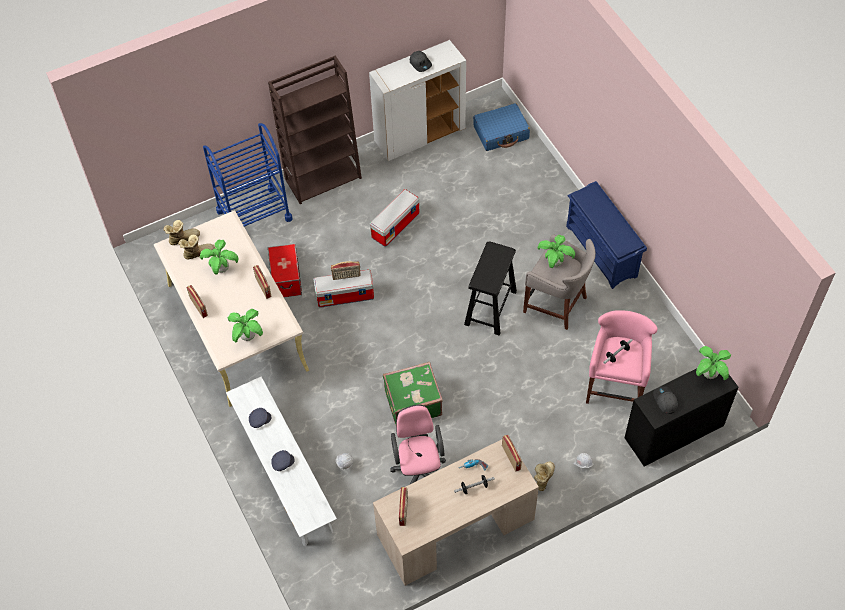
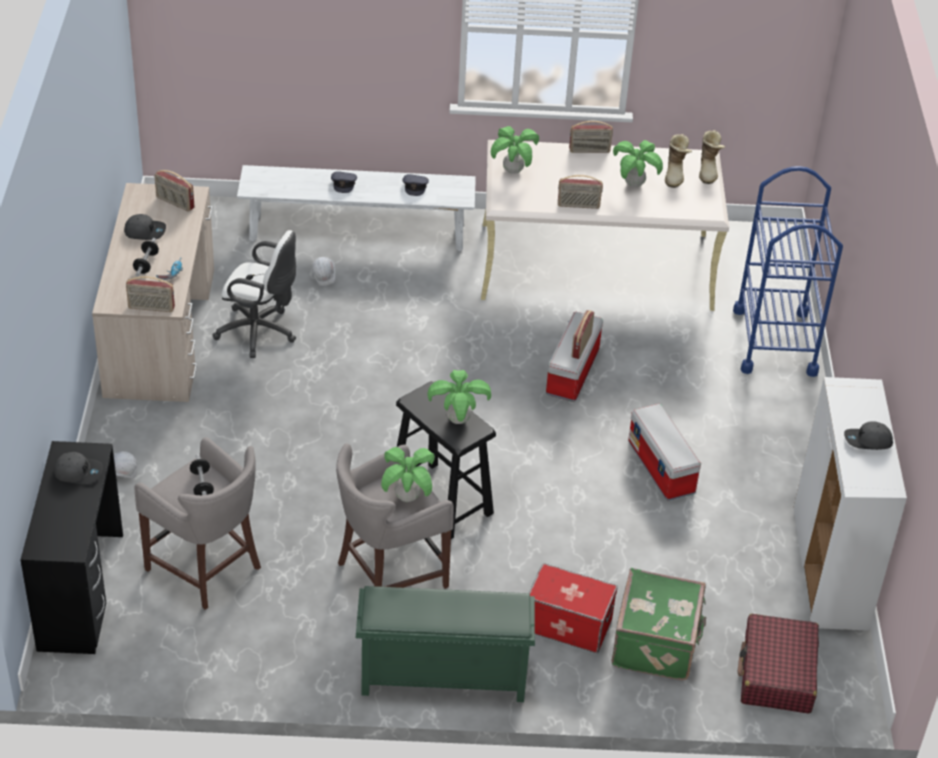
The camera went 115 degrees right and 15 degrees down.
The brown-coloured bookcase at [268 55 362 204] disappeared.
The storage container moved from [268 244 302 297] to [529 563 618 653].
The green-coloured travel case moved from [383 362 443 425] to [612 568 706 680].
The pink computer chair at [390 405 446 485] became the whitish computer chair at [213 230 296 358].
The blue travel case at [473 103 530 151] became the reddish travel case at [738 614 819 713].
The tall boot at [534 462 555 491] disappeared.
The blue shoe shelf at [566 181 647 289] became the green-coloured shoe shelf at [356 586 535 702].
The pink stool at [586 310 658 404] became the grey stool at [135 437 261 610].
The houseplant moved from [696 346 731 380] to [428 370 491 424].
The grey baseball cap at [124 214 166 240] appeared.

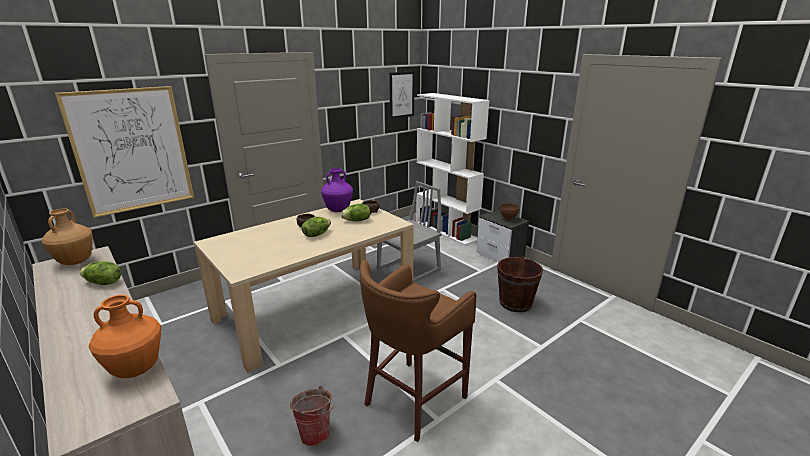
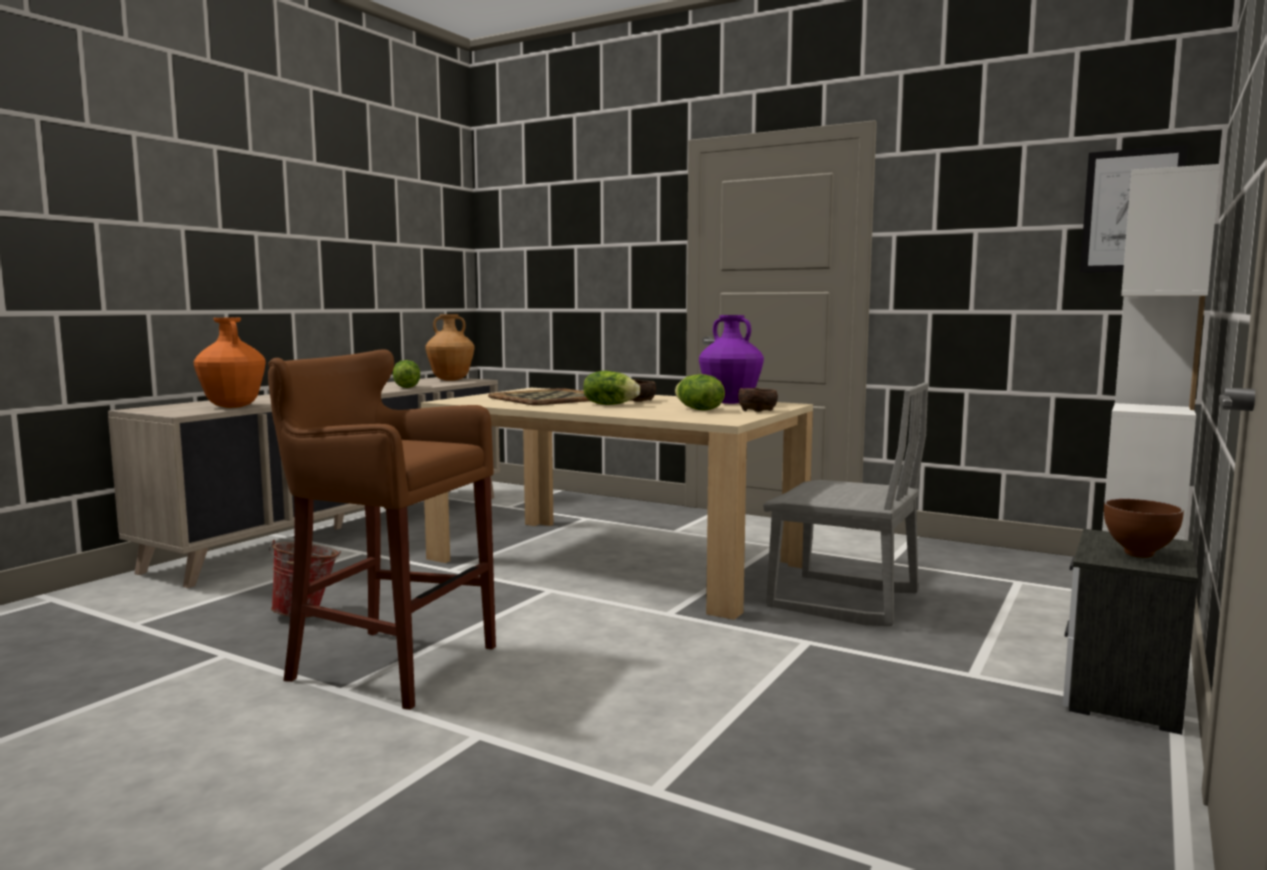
The camera went 70 degrees right and 15 degrees down.
The wall art at [55 86 194 218] disappeared.
The brown-coloured water bucket at [497 256 543 312] disappeared.
The serving tray at [488 388 589 405] appeared.

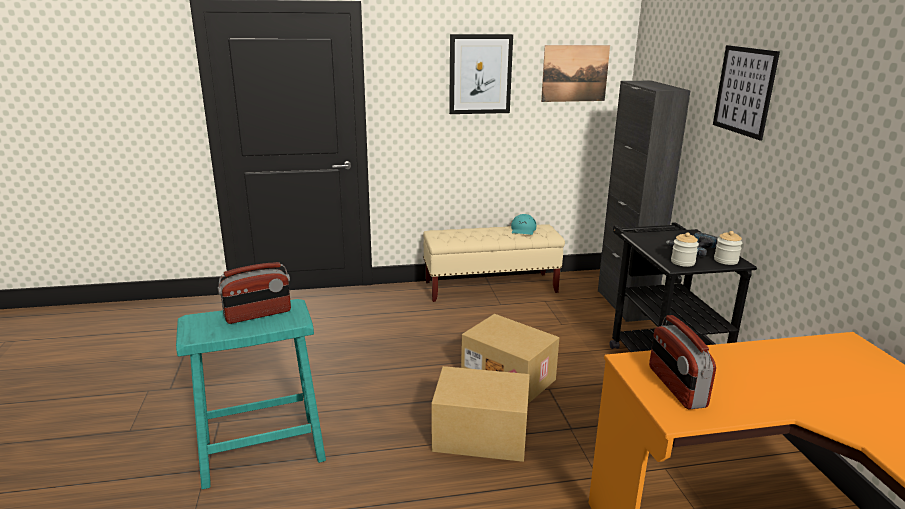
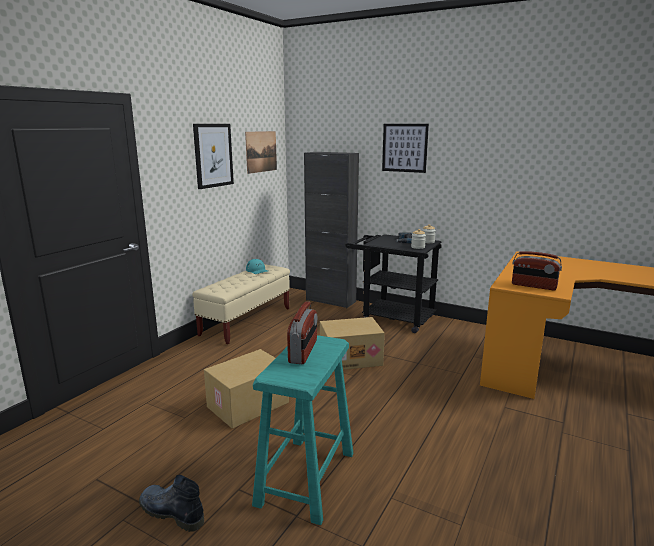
The camera went 50 degrees left and 5 degrees down.
The carton moved from [431 366 530 462] to [204 349 289 429].
The tall boot at [139 475 204 532] appeared.

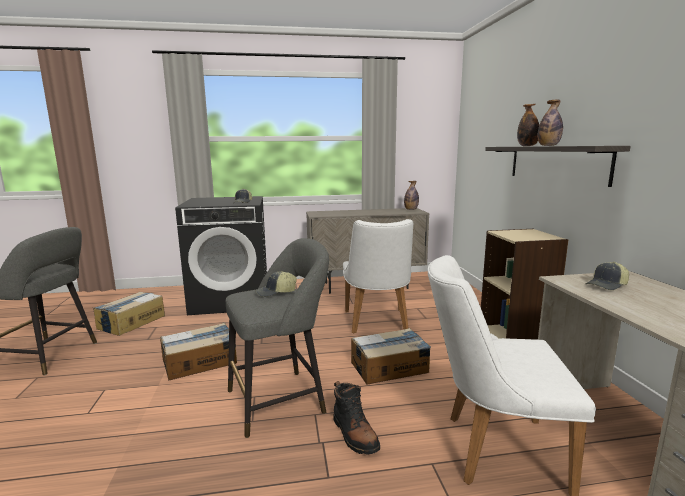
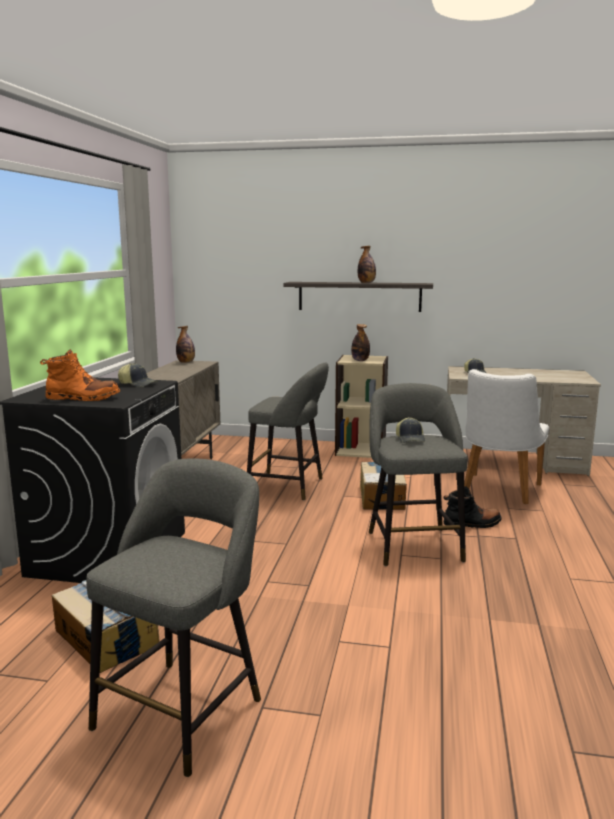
The camera went 70 degrees left and 0 degrees up.
The carton at [160 323 237 381] disappeared.
The whitish upright chair at [343 219 413 334] was replaced by the grey stool at [247 362 329 500].
The bottle moved from [517 104 539 146] to [351 324 370 361].
The orange tall boot at [40 349 120 401] appeared.

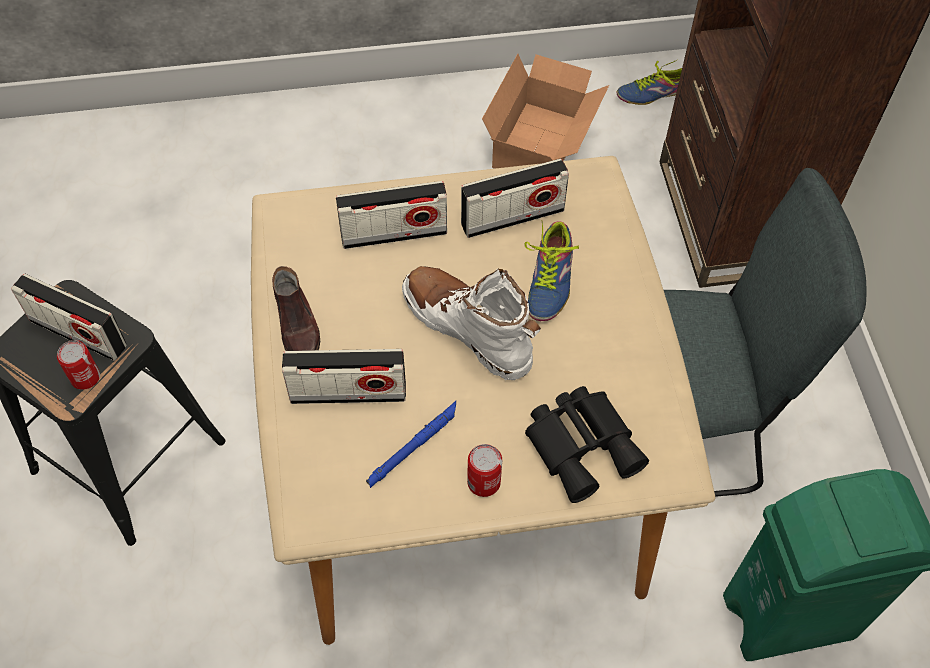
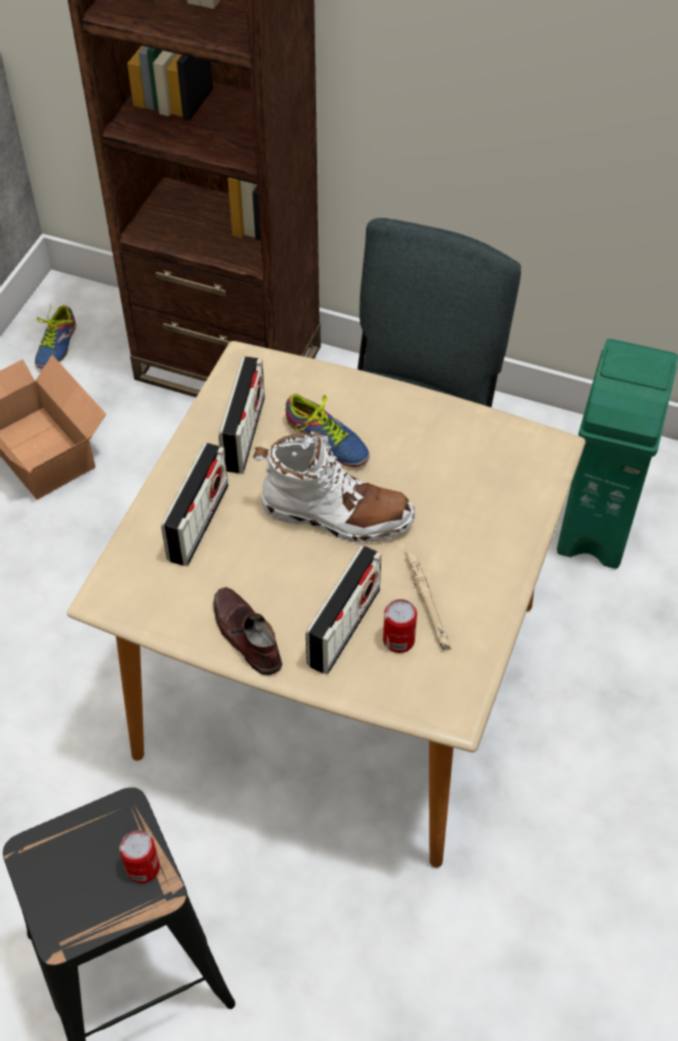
The camera went 60 degrees left and 5 degrees down.
The radio receiver at [11 274 126 361] disappeared.
The brown-coloured shoe at [272 266 320 351] turned 135 degrees counterclockwise.
The blue flashlight at [366 401 456 488] became the beige flashlight at [405 552 451 650].
The whitish tall boot at [402 266 541 380] turned 150 degrees counterclockwise.
The sealed can moved from [467 444 502 497] to [383 599 417 653].
The blackish field glasses at [525 386 649 503] disappeared.

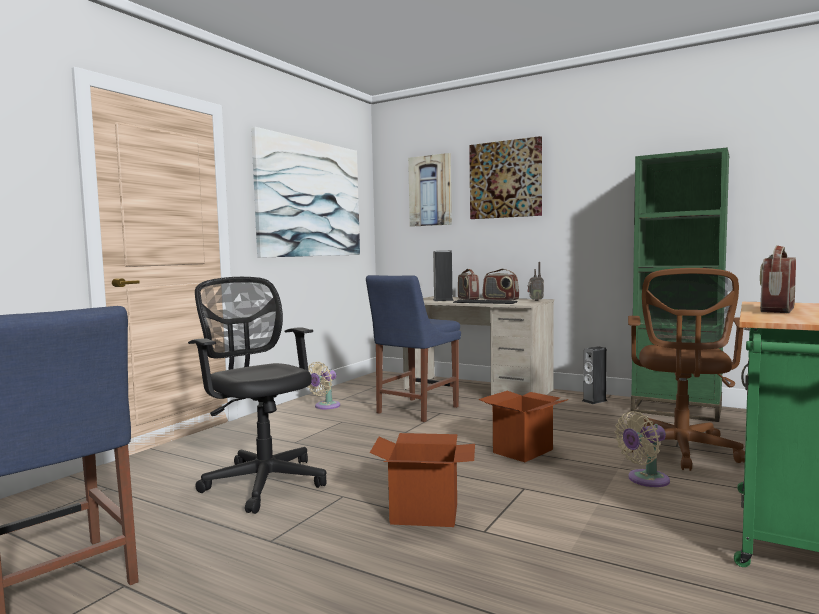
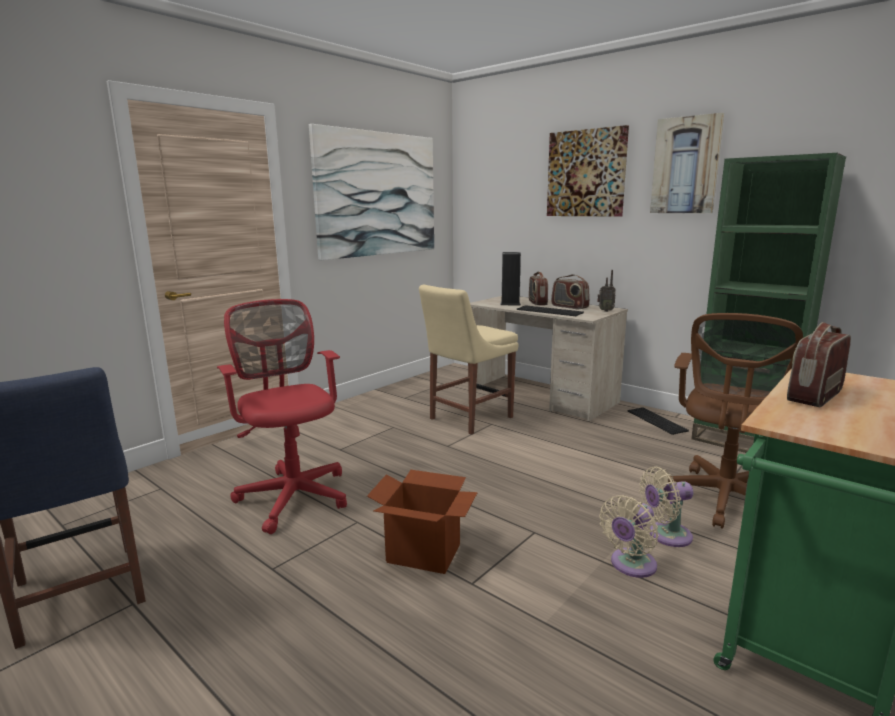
The camera went 10 degrees right and 10 degrees up.
The blackish computer chair at [188 277 327 514] became the reddish computer chair at [217 299 347 534].
The beige electric fan moved from [307 362 340 409] to [599 495 658 578].
The blue upright chair at [366 275 461 422] became the beige upright chair at [419 285 519 435].
The wall art moved from [408 153 452 227] to [650 113 724 213].
The carton at [478 391 569 462] disappeared.
The audio speaker at [582 346 607 404] was replaced by the computer keyboard at [628 407 689 435].

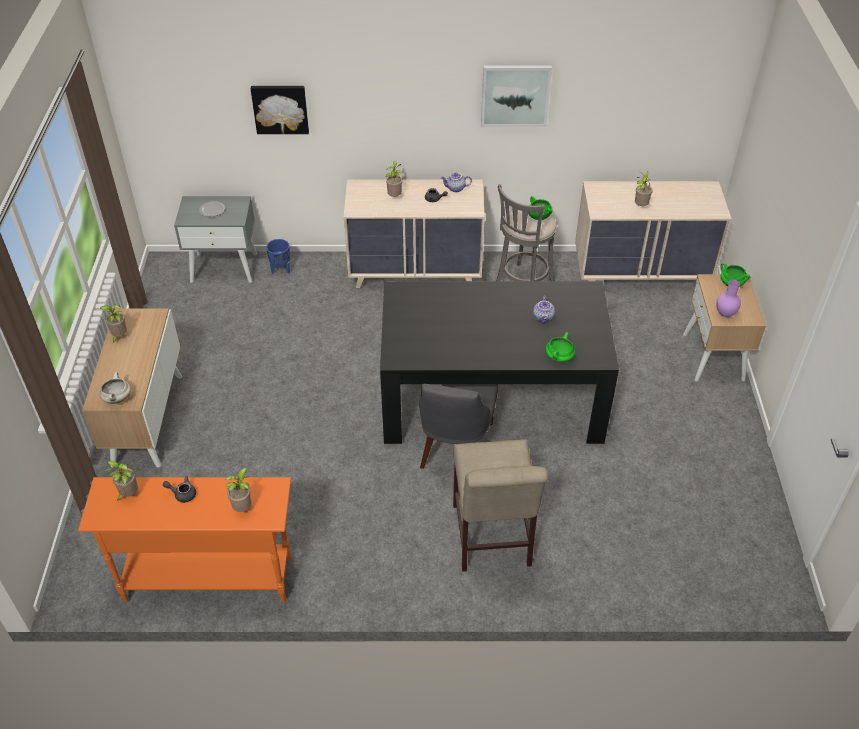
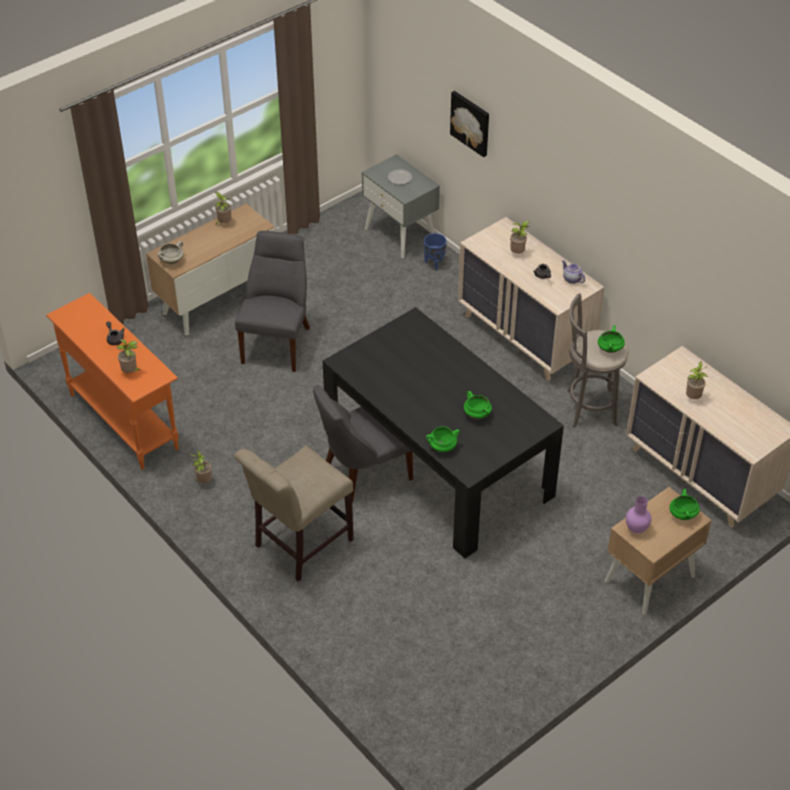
The camera went 50 degrees right and 0 degrees up.
The houseplant moved from [105 461 138 501] to [190 450 212 484].
The wall art at [481 65 552 127] disappeared.
The pot for tea at [533 296 555 324] was replaced by the green-coloured stockpot at [464 391 492 419].
The grey upright chair at [235 231 310 372] appeared.

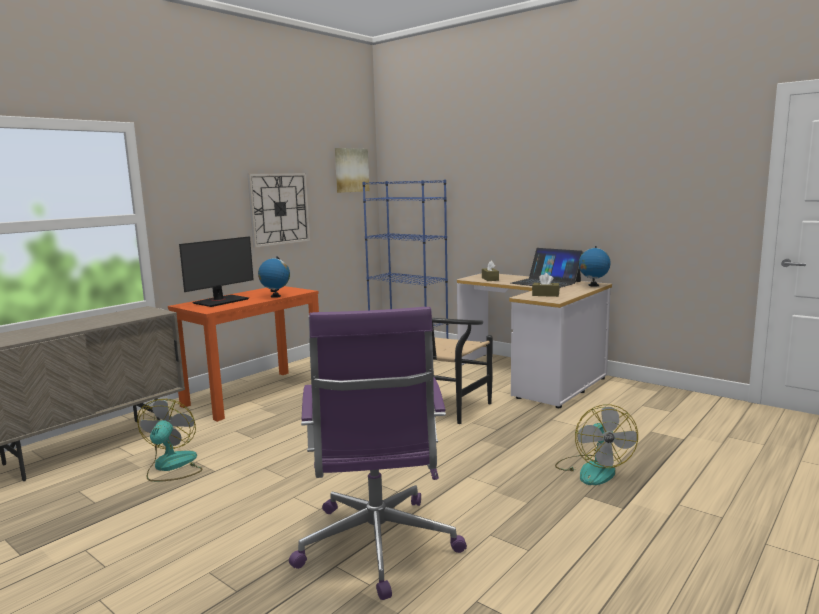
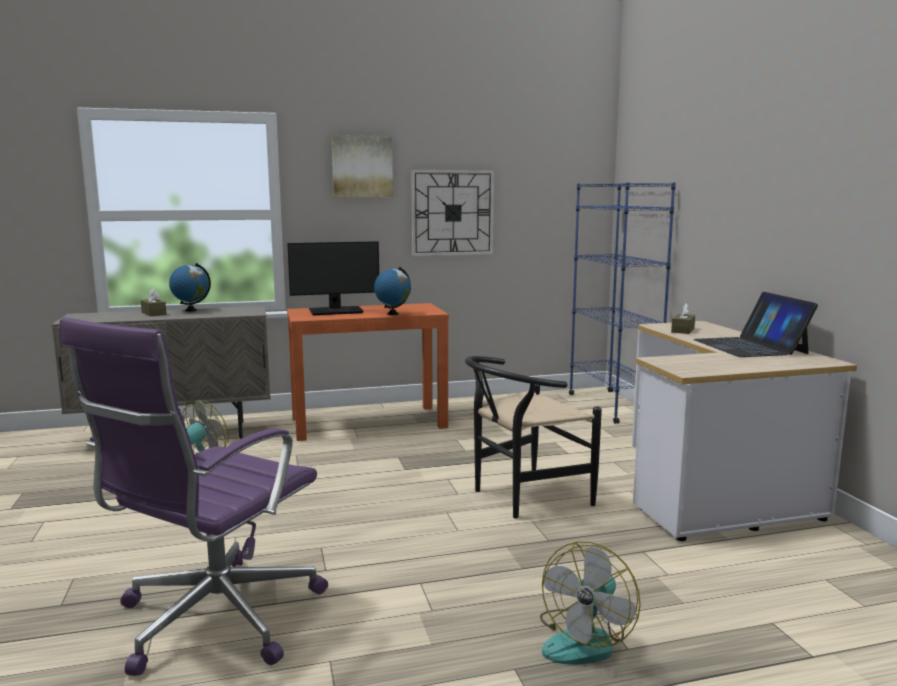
The camera went 35 degrees right and 0 degrees up.
The wall art moved from [335 148 369 193] to [332 135 393 197].
The brown-coloured box of tissues moved from [532 273 560 297] to [141 288 167 316].
The globe moved from [579 246 611 287] to [169 263 211 312].

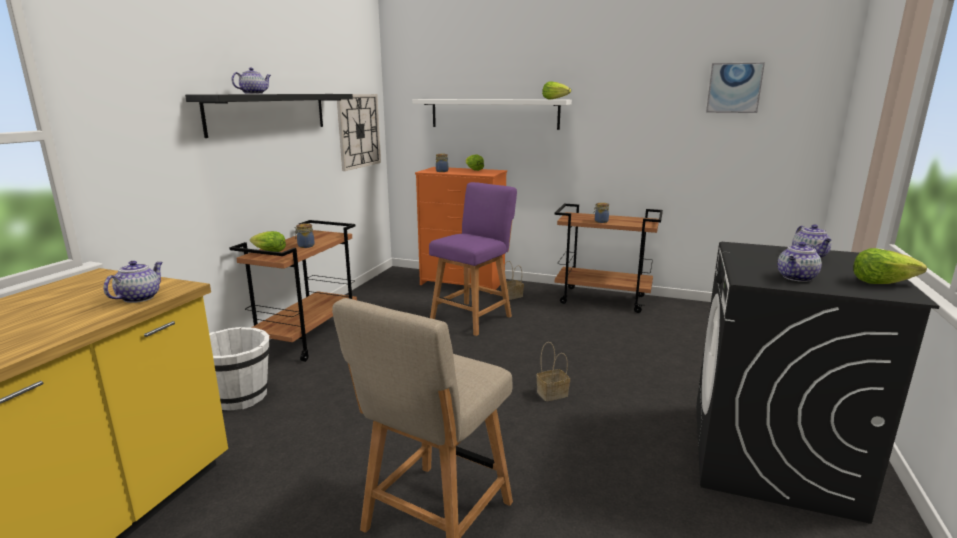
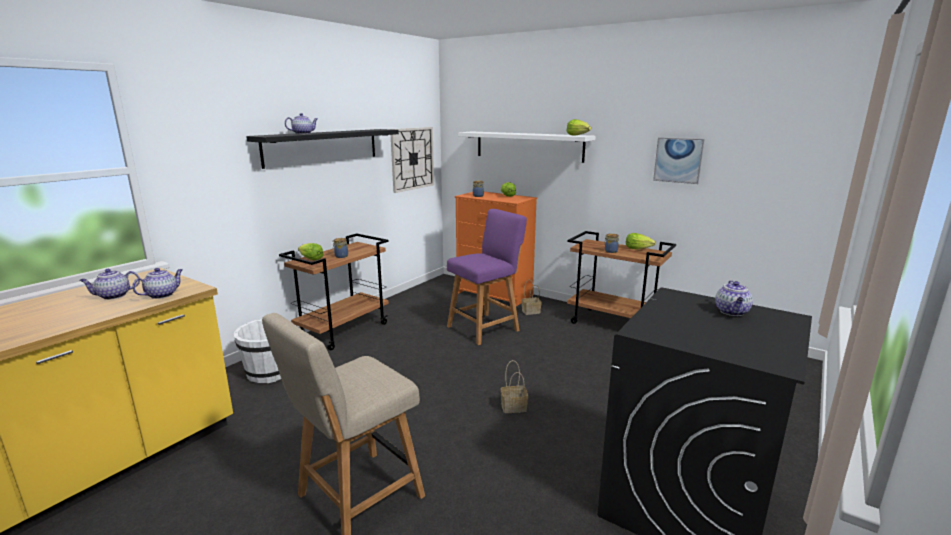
The camera went 15 degrees right and 0 degrees up.
The wall art moved from [706 63 765 113] to [653 137 704 184].
The pot for tea moved from [777 242 822 282] to [79 269 140 300].
The lettuce moved from [853 248 927 284] to [626 233 656 249].

